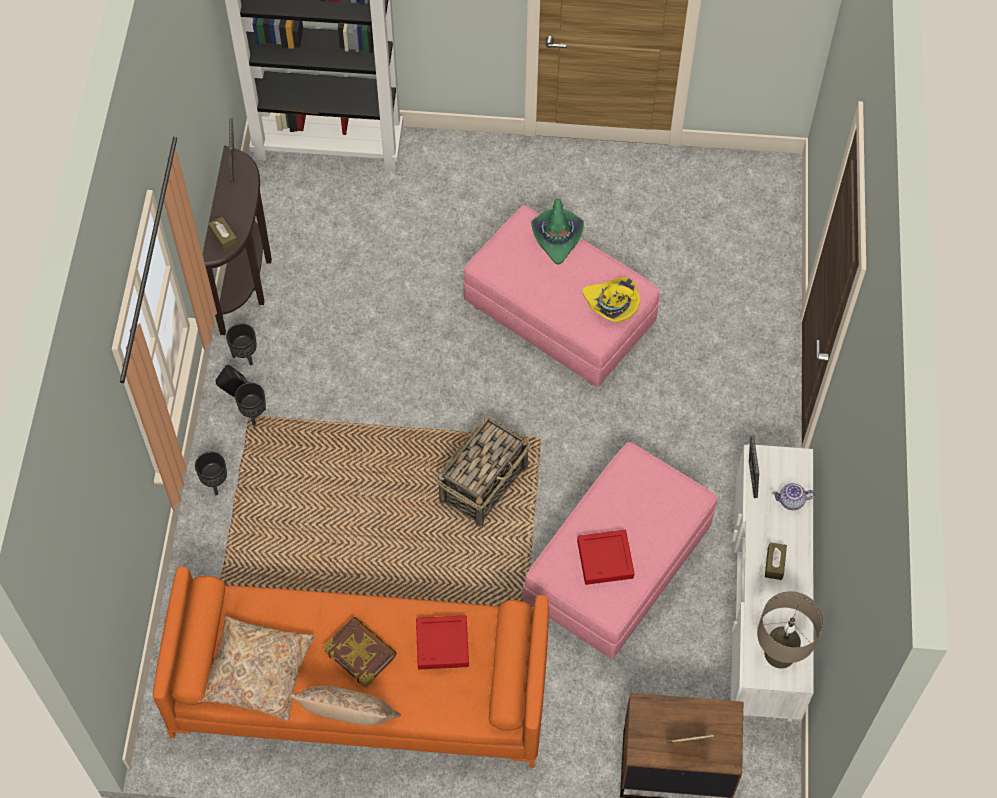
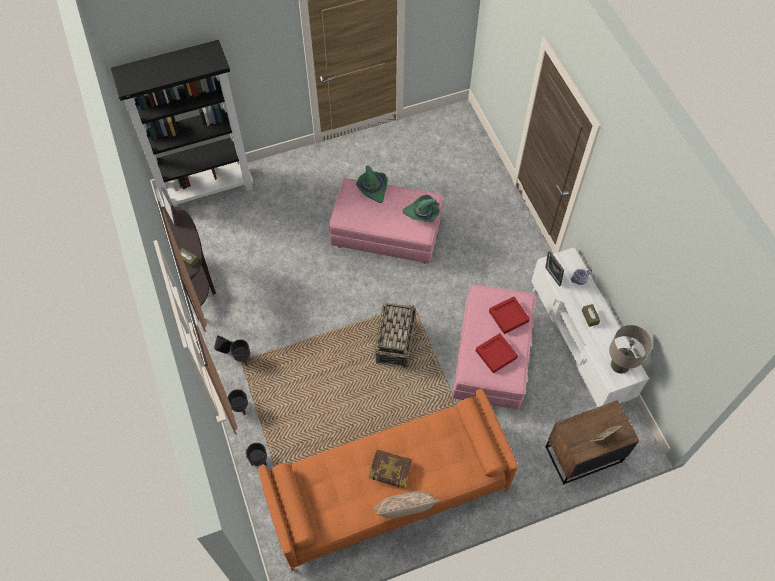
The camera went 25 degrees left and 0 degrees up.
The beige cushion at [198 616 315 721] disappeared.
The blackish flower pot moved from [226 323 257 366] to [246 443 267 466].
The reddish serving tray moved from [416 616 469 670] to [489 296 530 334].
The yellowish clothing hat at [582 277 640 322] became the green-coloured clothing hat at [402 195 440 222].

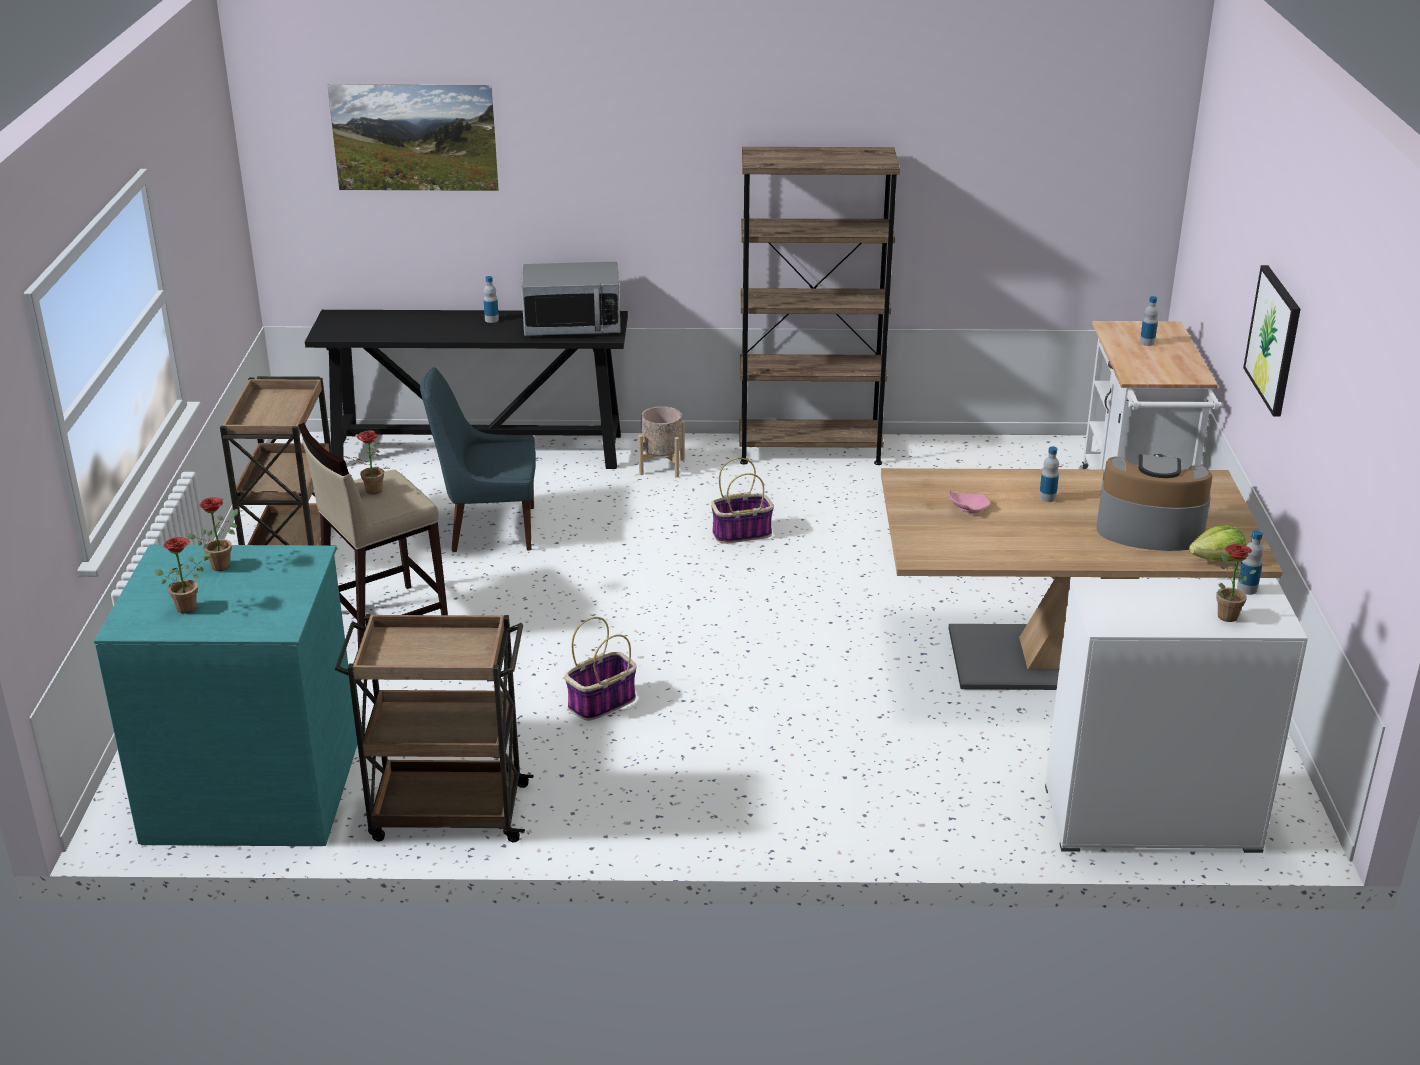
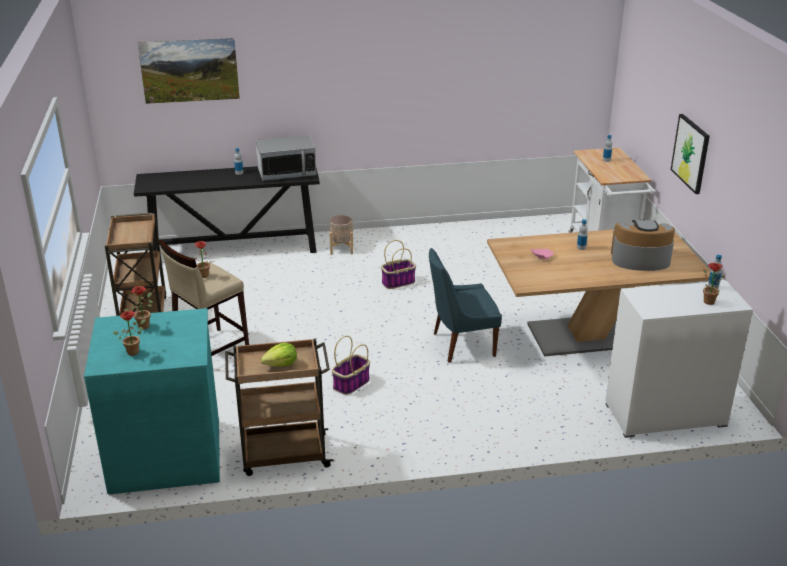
The camera went 10 degrees left and 0 degrees up.
The blue upright chair moved from [420 367 536 552] to [429 248 502 363].
The brown-coloured bookcase at [739 147 900 465] disappeared.
The lettuce moved from [1189 525 1246 562] to [261 343 297 367].

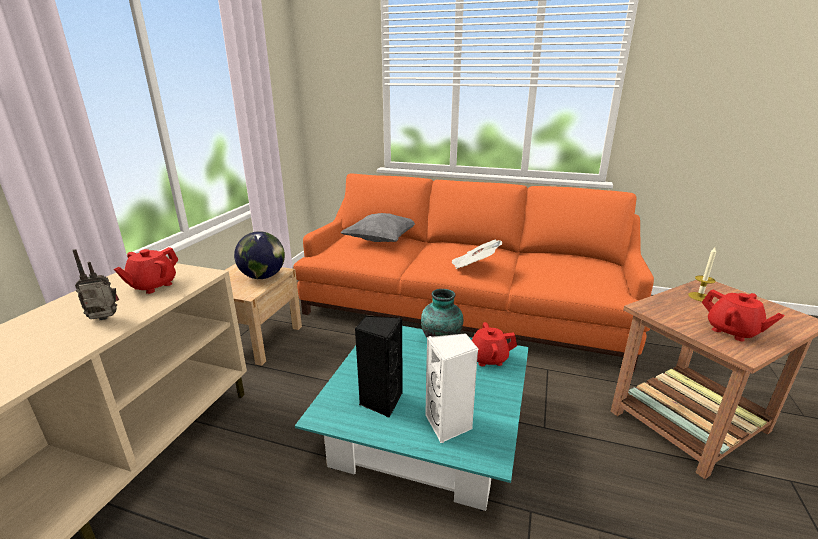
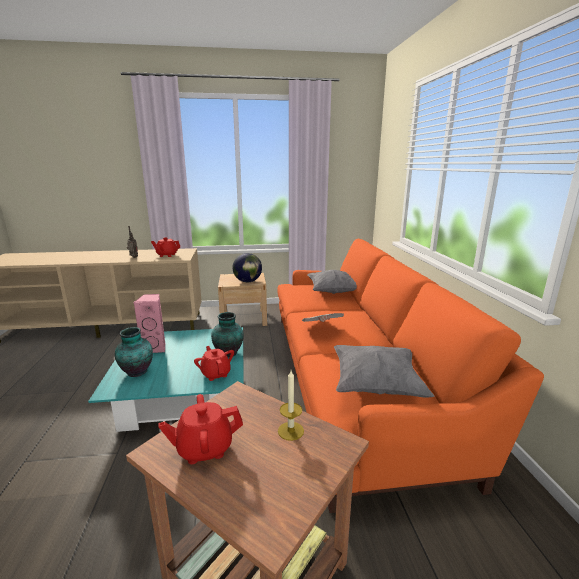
The camera went 65 degrees right and 5 degrees down.
The blackish audio speaker at [355 316 403 418] became the pink audio speaker at [134 294 165 353].
The whitish audio speaker at [425 333 478 443] was replaced by the vase at [115 327 153 377].
The reddish pot for tea at [702 289 785 341] turned 45 degrees clockwise.
The grey cushion at [334 345 435 398] appeared.

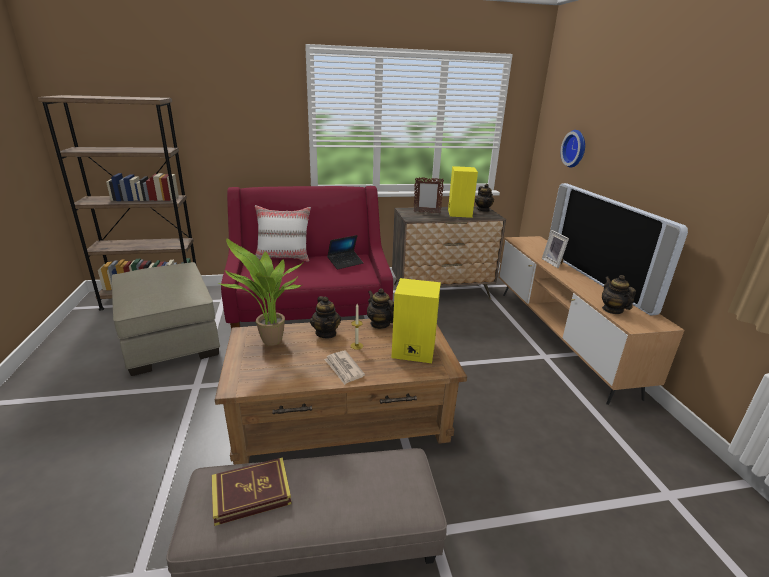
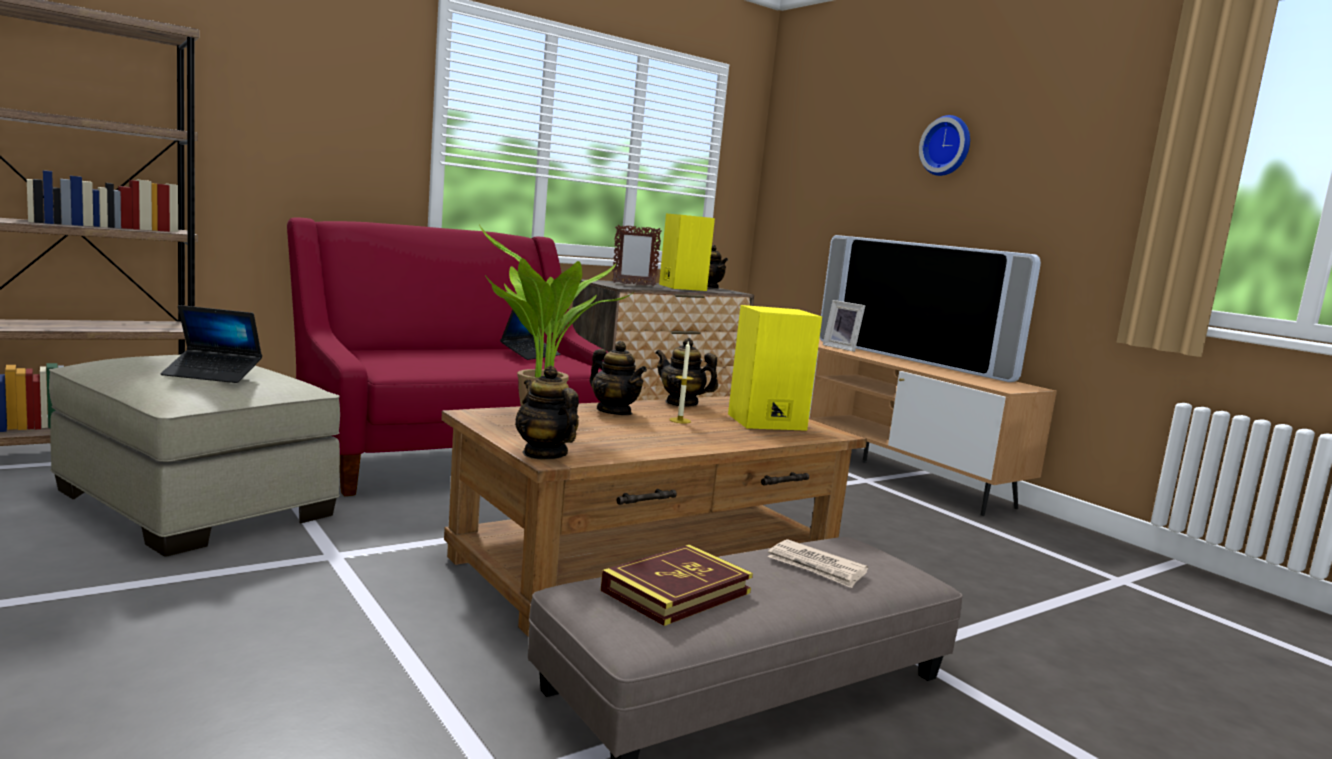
The camera went 25 degrees left and 15 degrees down.
The whitish cushion at [255 205 311 262] disappeared.
The printed paper moved from [324 351 365 385] to [768 539 868 588].
The clock on the wall moved from [561 130 585 168] to [919 115 970 176].
The pot for tea moved from [602 275 636 314] to [515 365 579 460].
The notebook computer at [160 305 262 383] appeared.

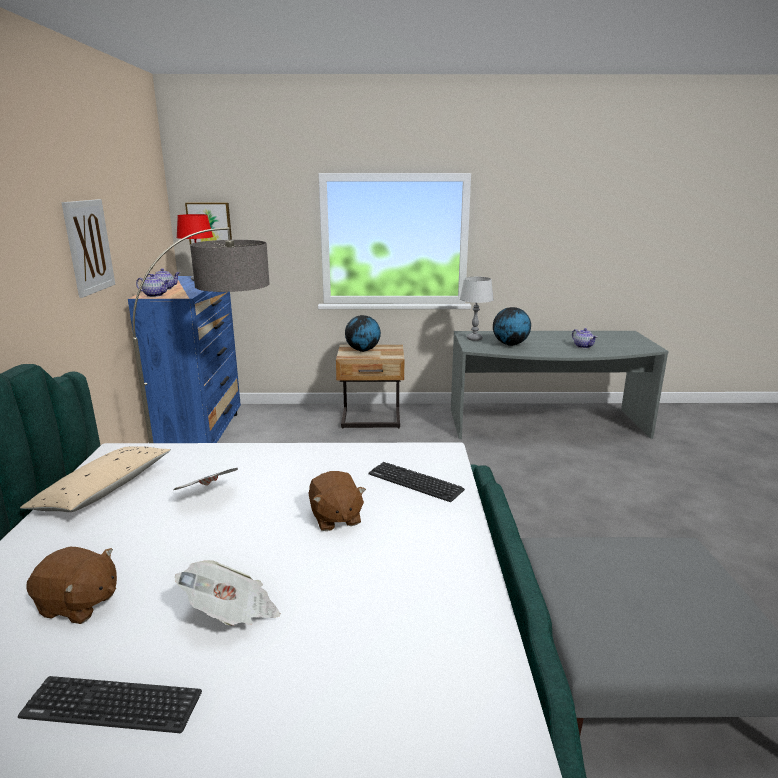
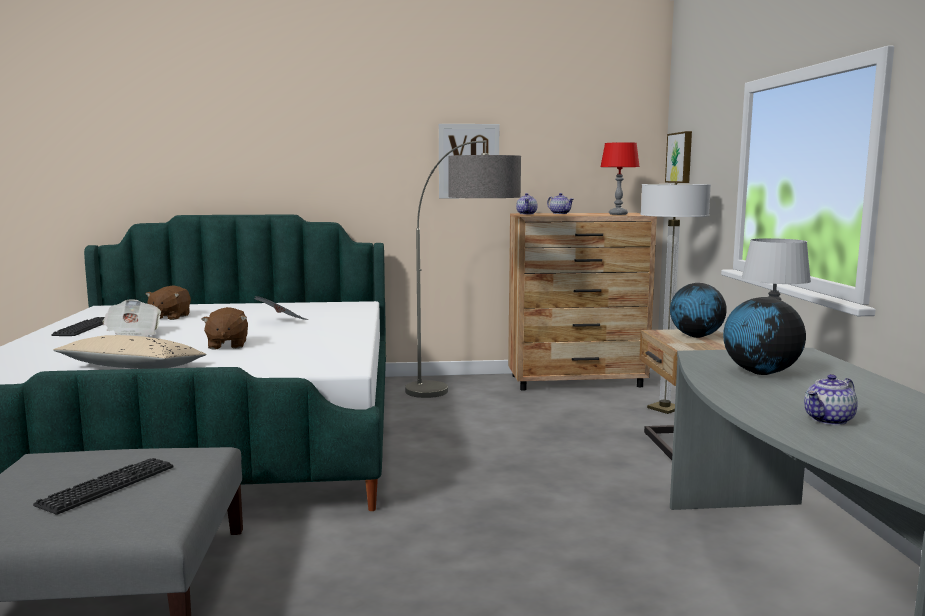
The camera went 85 degrees right and 10 degrees down.
The beige cushion moved from [20 446 171 512] to [53 335 207 369].
The blue drawer chest at [128 276 241 443] became the brown-coloured drawer chest at [508 213 657 391].
The brown-coloured cuddly toy at [308 471 366 531] turned 75 degrees counterclockwise.
The computer keyboard moved from [368 462 465 502] to [33 458 174 515].
The standing lamp at [640 183 711 414] appeared.

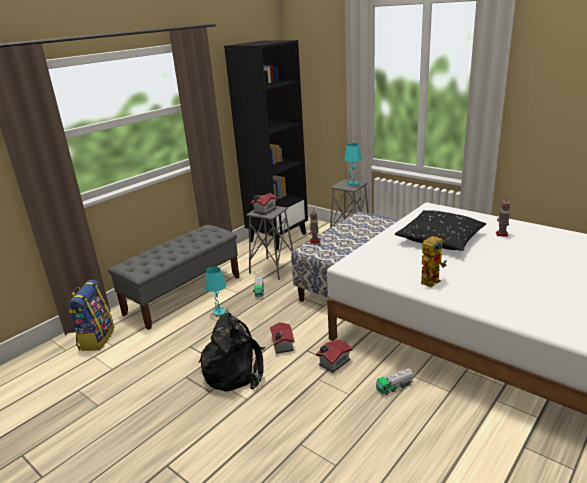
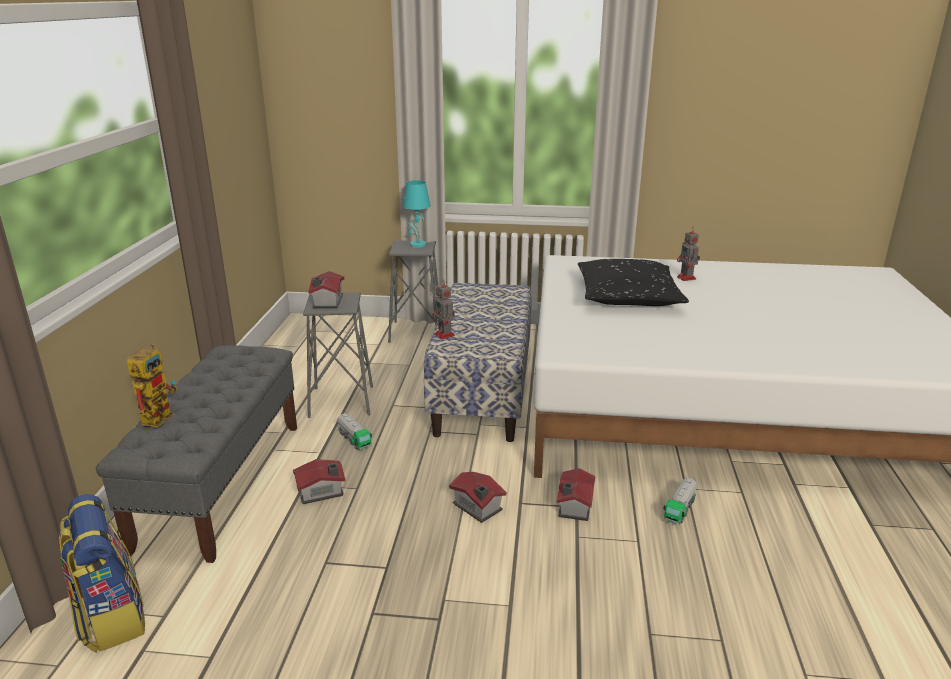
The camera went 35 degrees left and 0 degrees up.
The blackish backpack at [199 313 265 392] disappeared.
The turquoise table lamp at [205 267 226 316] was replaced by the miniature house at [293 459 345 504].
The blackish bookcase at [224 40 308 250] disappeared.
The model robot moved from [421 234 447 287] to [127 343 177 427].

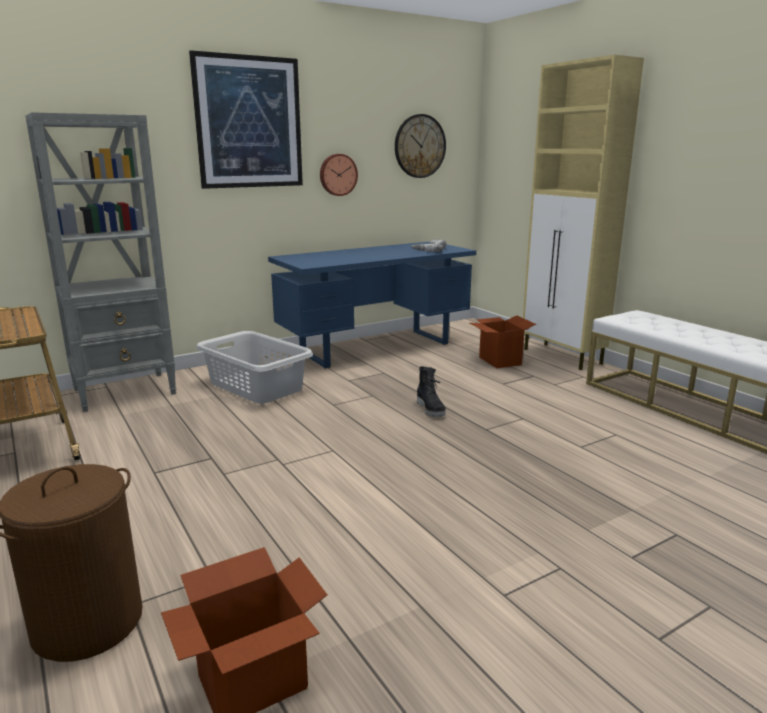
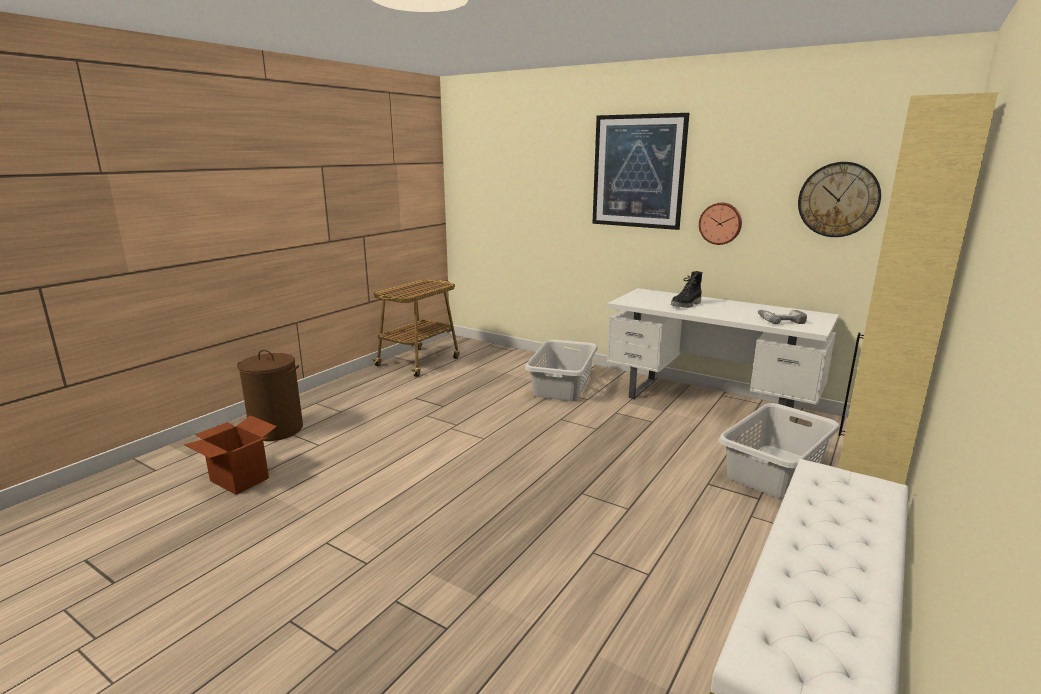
The camera went 65 degrees right and 0 degrees up.
The grey bookcase at [25 112 176 412] disappeared.
The blue desk at [268 242 476 368] became the whitish desk at [607 288 839 408].
The blackish tall boot moved from [417 366 446 417] to [671 271 703 308].
The carton at [470 316 536 368] was replaced by the grey laundry basket at [718 403 840 499].

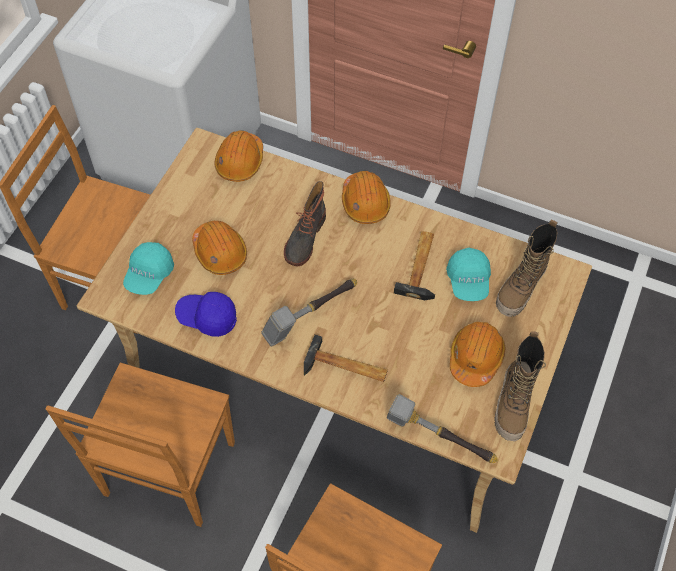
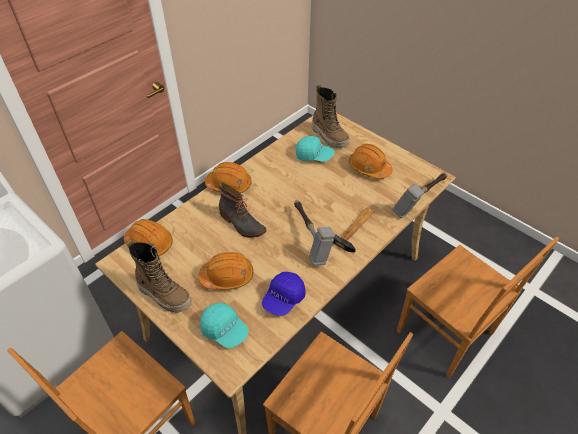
The camera went 70 degrees left and 10 degrees down.
The hand hammer at [394 231 435 300] disappeared.
The tall boot moved from [495 331 546 441] to [127 240 192 313].

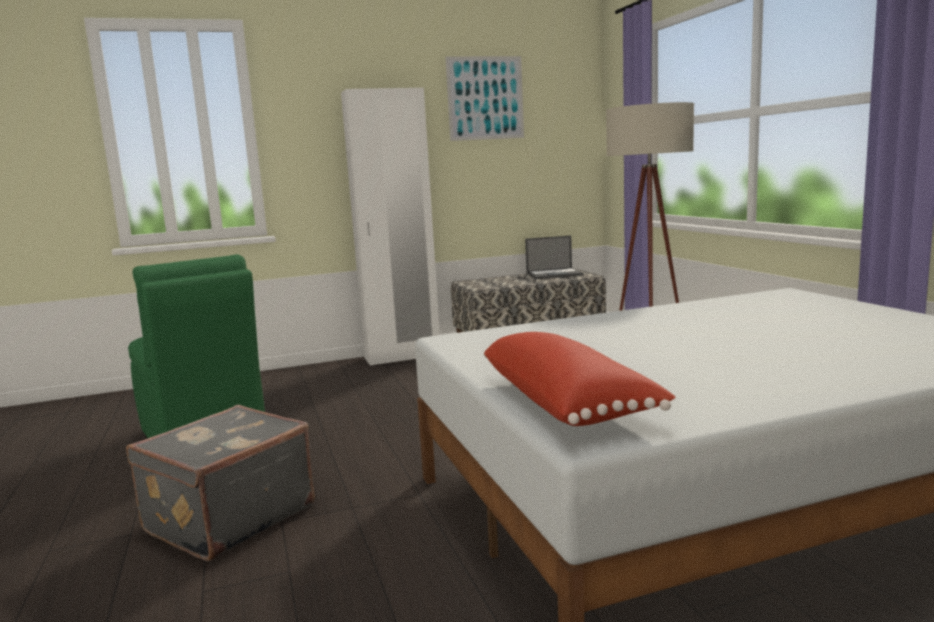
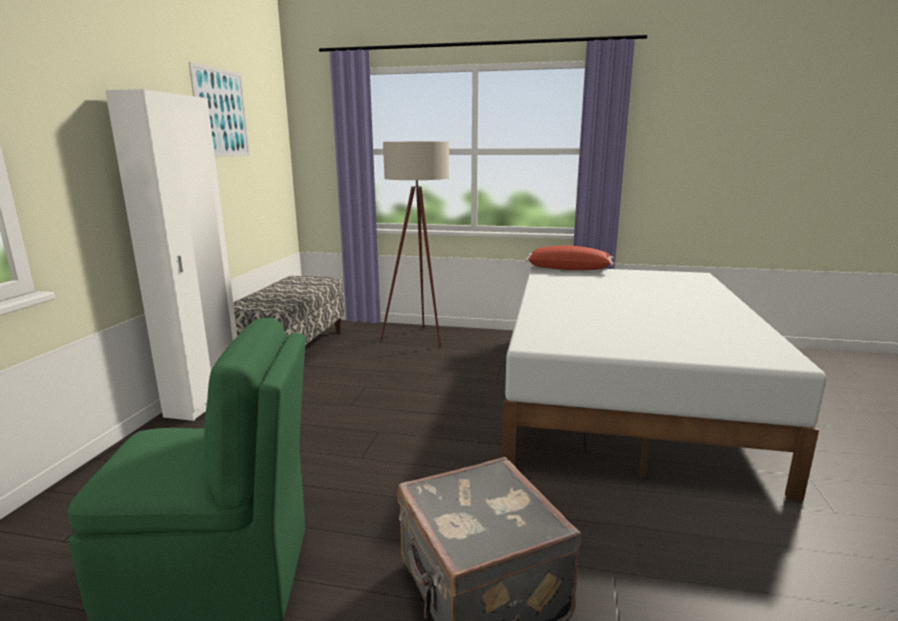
The camera went 60 degrees left and 5 degrees up.
The reddish cushion moved from [484 332 675 426] to [525 246 614 270].
The notebook computer at [525 235 584 279] disappeared.

